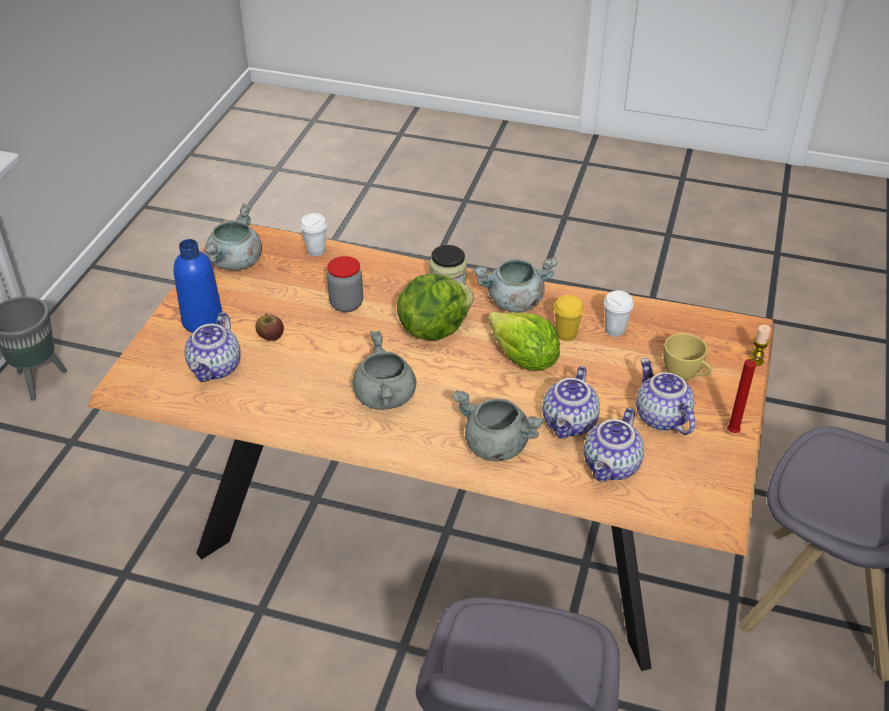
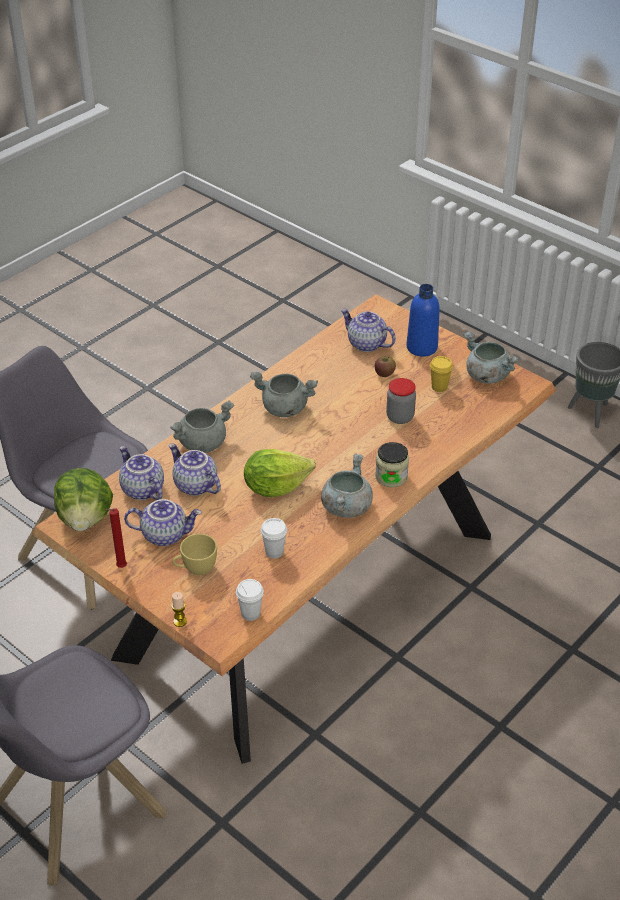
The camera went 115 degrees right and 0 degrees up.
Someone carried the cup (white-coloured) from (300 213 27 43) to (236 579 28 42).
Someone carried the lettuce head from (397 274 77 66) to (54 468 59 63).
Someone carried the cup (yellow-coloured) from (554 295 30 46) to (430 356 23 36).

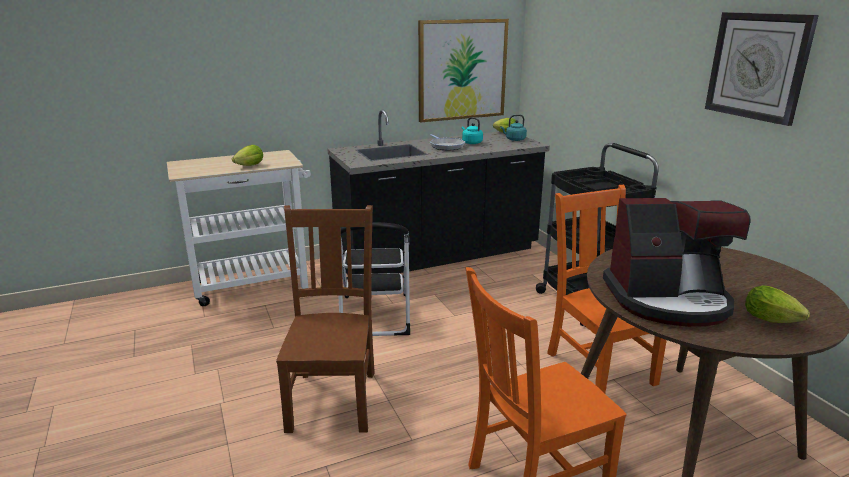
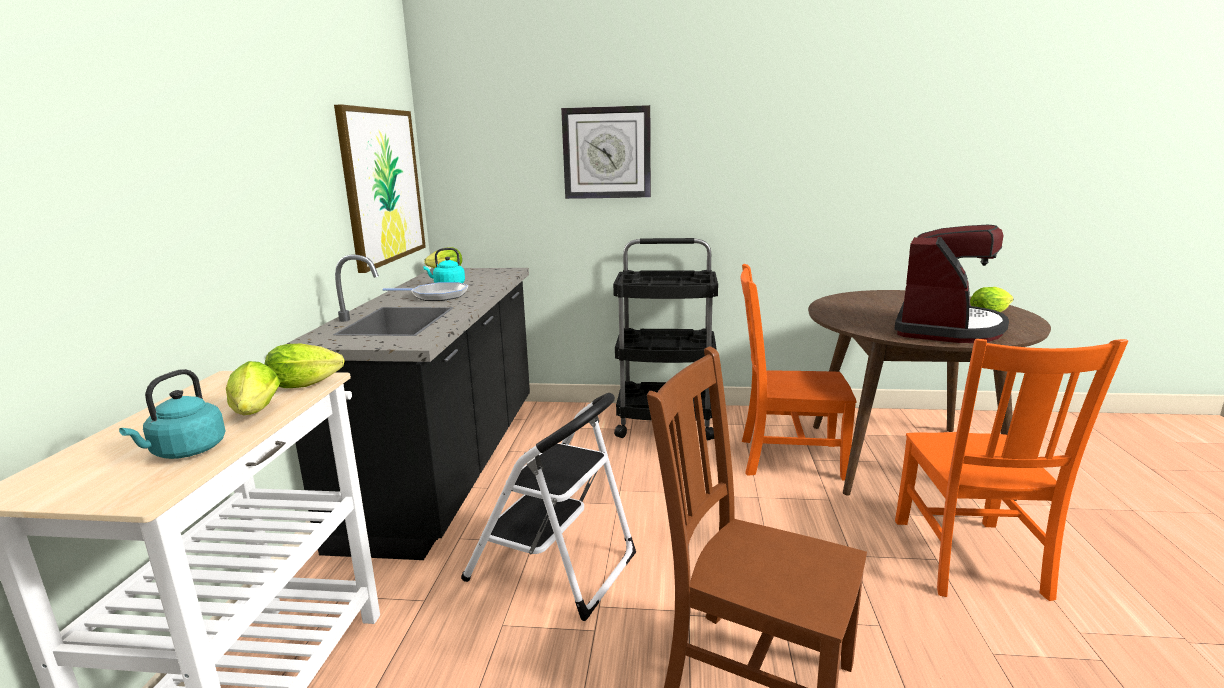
The camera went 60 degrees left and 5 degrees down.
Someone carried the kettle (turquoise) from (500 114 27 27) to (119 369 107 90).
Someone carried the wall clock from (705 12 114 114) to (561 105 90 94).
Someone put down the lettuce head at (265 344 80 44).

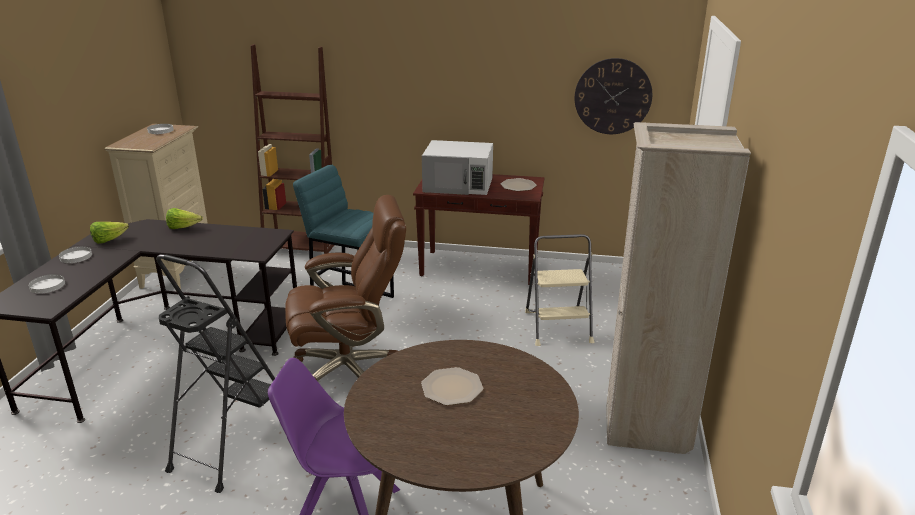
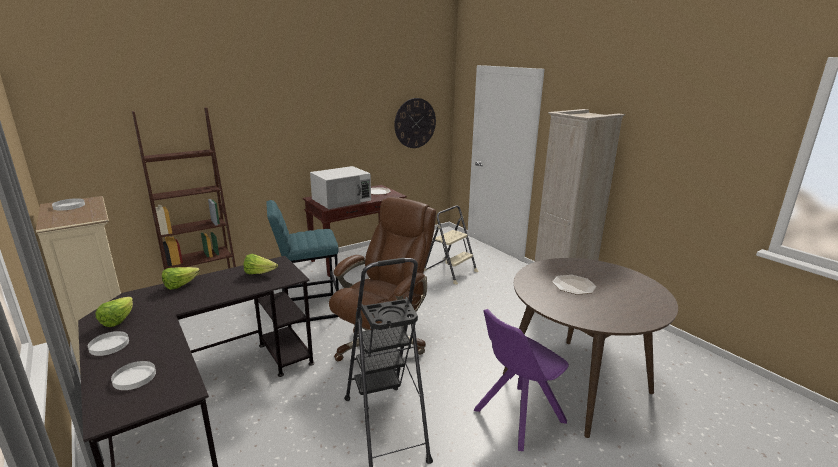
The camera went 45 degrees left and 5 degrees down.
Someone put down the lettuce head at (244 254 34 20).

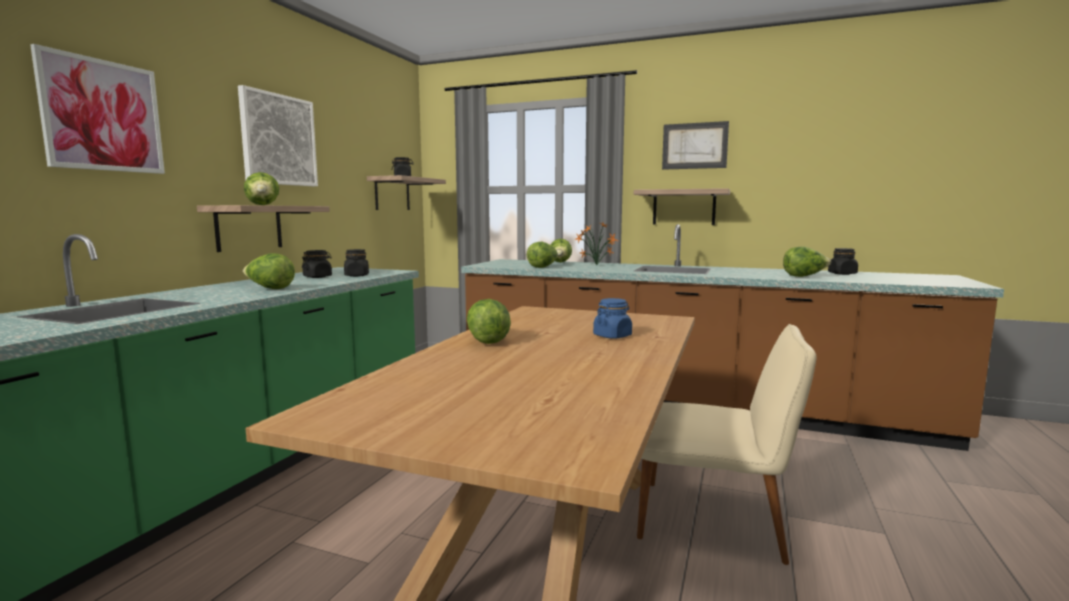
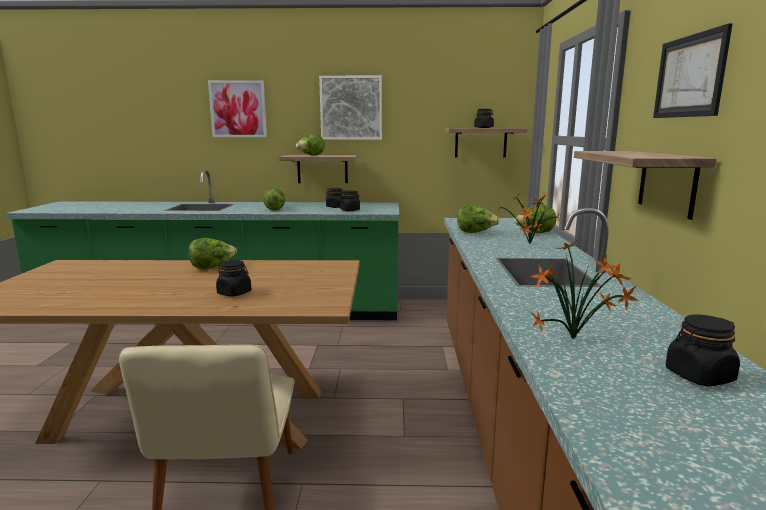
The camera went 70 degrees right and 5 degrees up.
Someone repainted the storage jar (blue-coloured) at (593 298 39 41), which became the storage jar (black-coloured) at (216 260 35 37).
Someone swapped the lettuce head at (783 246 48 31) for the houseplant at (530 241 109 98).

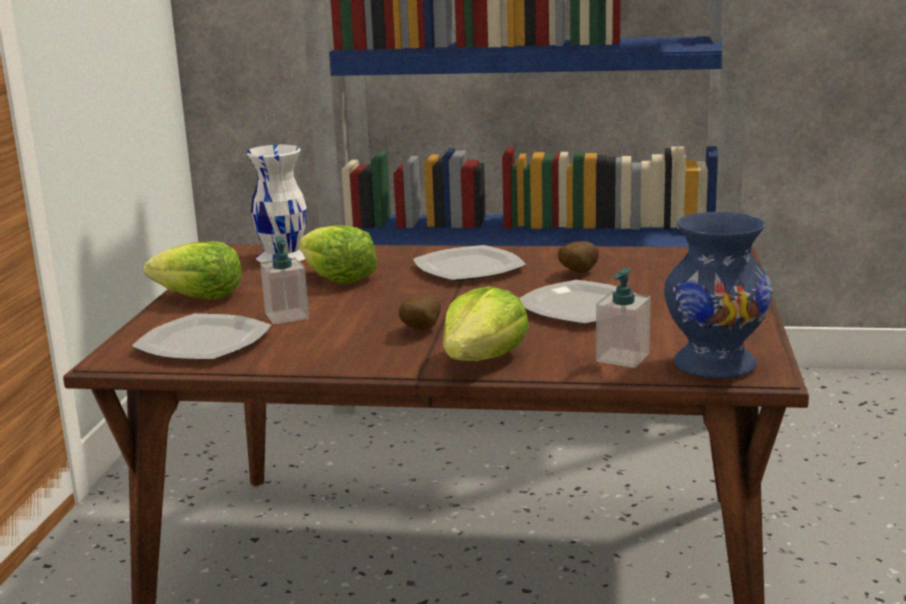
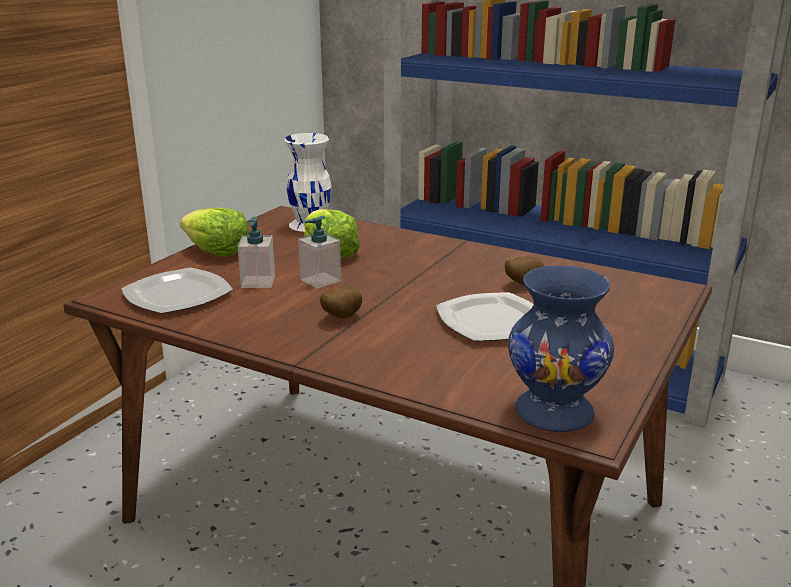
The camera went 20 degrees right and 5 degrees up.
Someone took away the flat dish at (413 245 113 36).
Someone took away the lettuce head at (443 286 86 75).
Someone carried the soap bottle from (596 268 55 100) to (298 216 43 73).

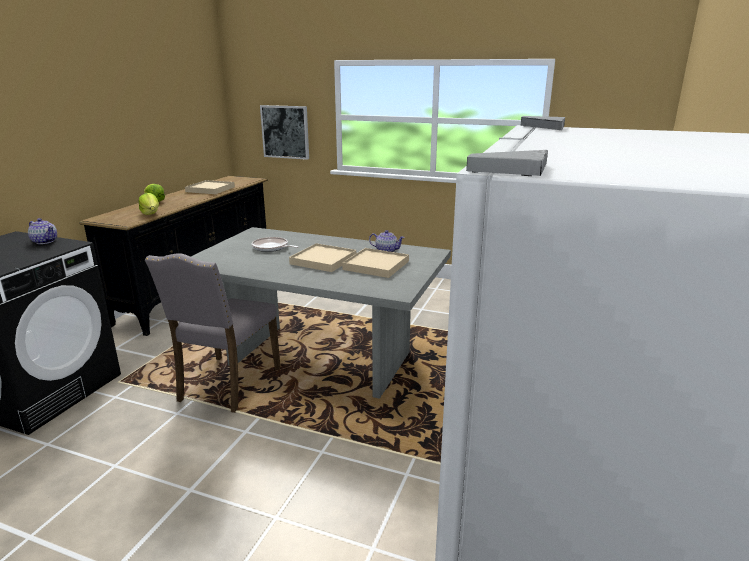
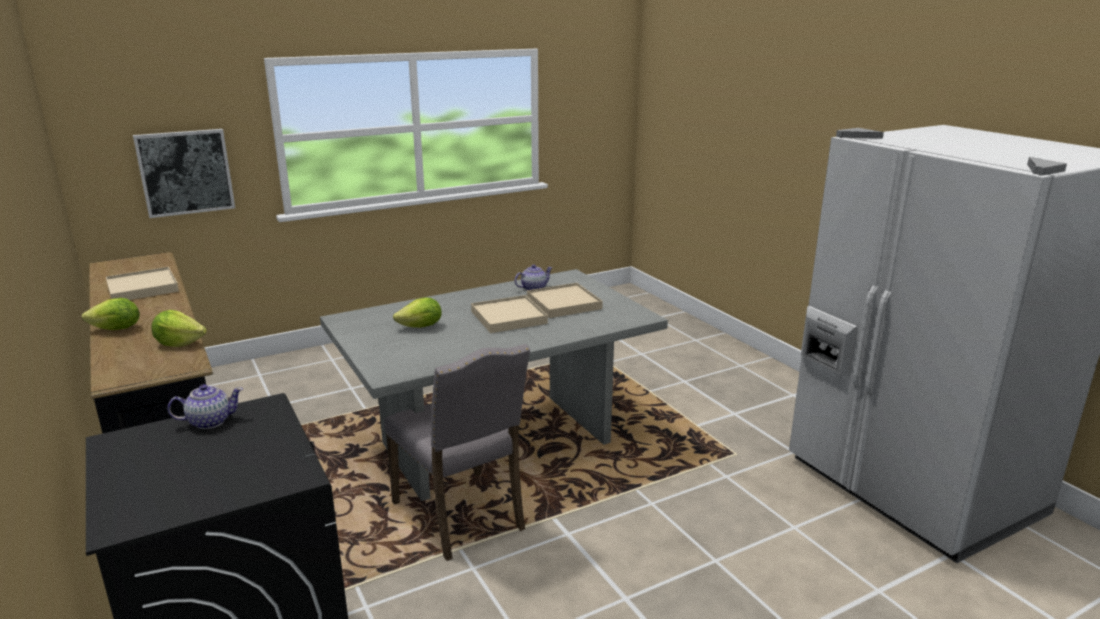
The camera went 50 degrees left and 0 degrees up.
Someone swapped the frying pan at (252 237 46 15) for the lettuce head at (393 298 49 30).

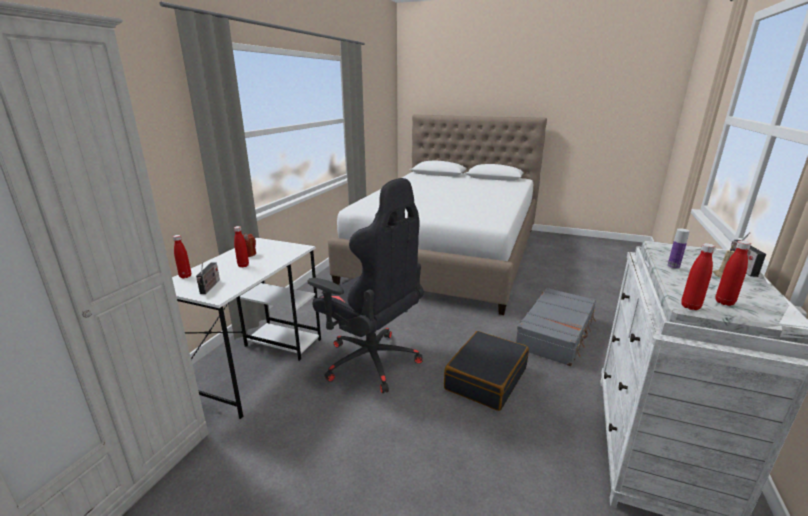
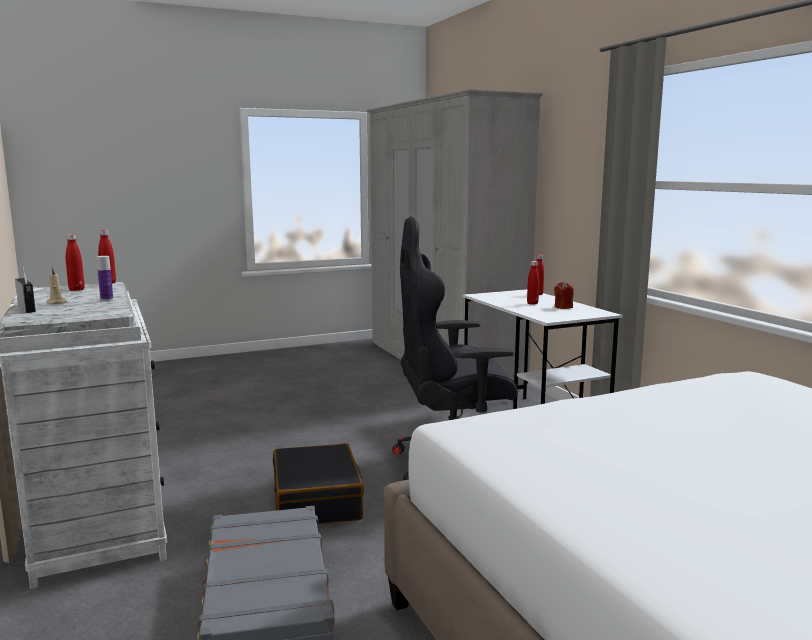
The camera went 135 degrees right and 10 degrees down.
Someone took away the radio set at (196 261 24 33).

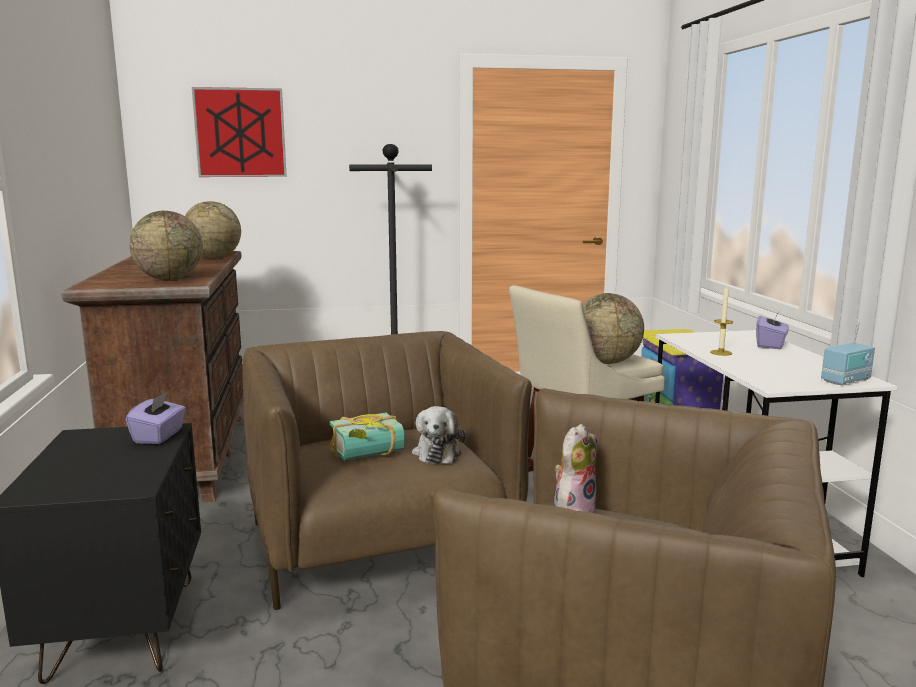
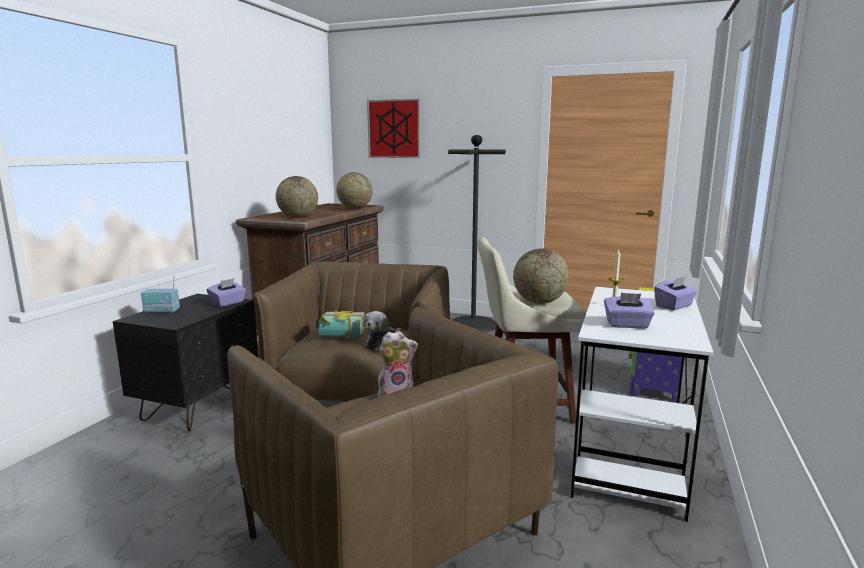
The camera went 30 degrees right and 0 degrees up.
Someone carried the radio set from (821 322 54 63) to (141 276 39 37).
Someone put down the tissue holder (purplish) at (604 293 51 36).

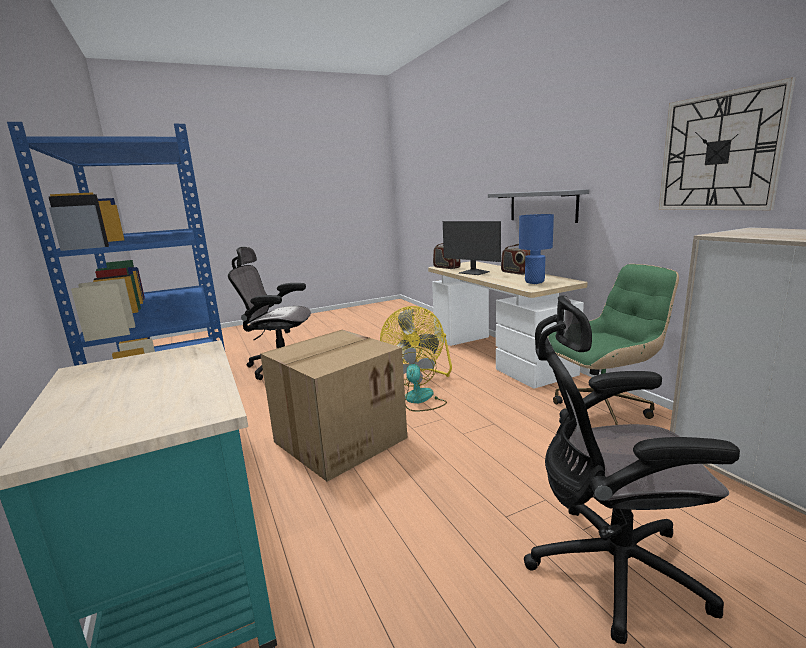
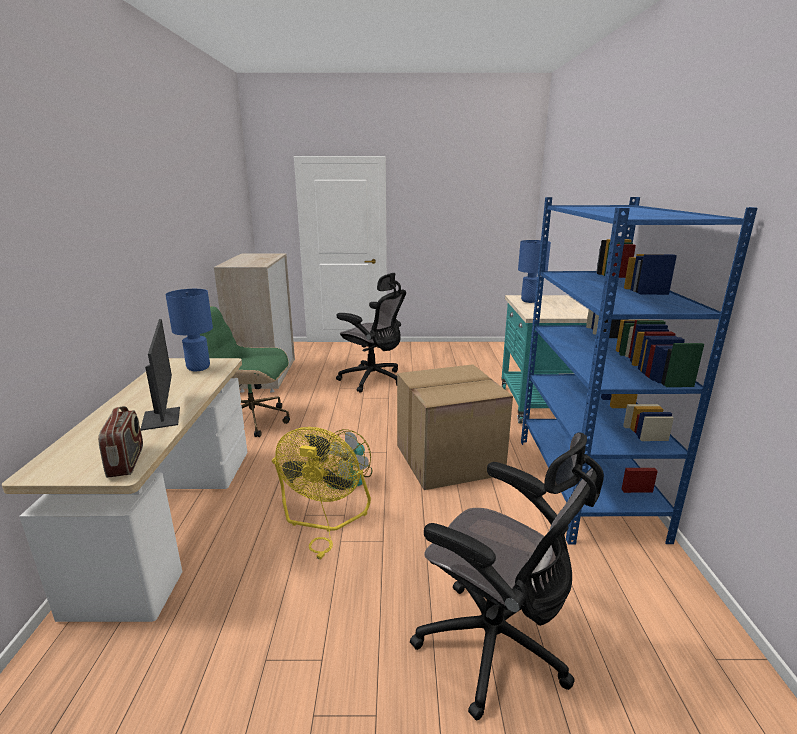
The camera went 155 degrees left and 5 degrees up.
Someone took away the wall shelf (gray) at (488 189 101 34).
Someone took away the radio set at (501 244 29 31).
Someone took away the wall clock at (659 77 137 133).
Someone put down the lamp for a table (blue-coloured) at (518 240 33 63).

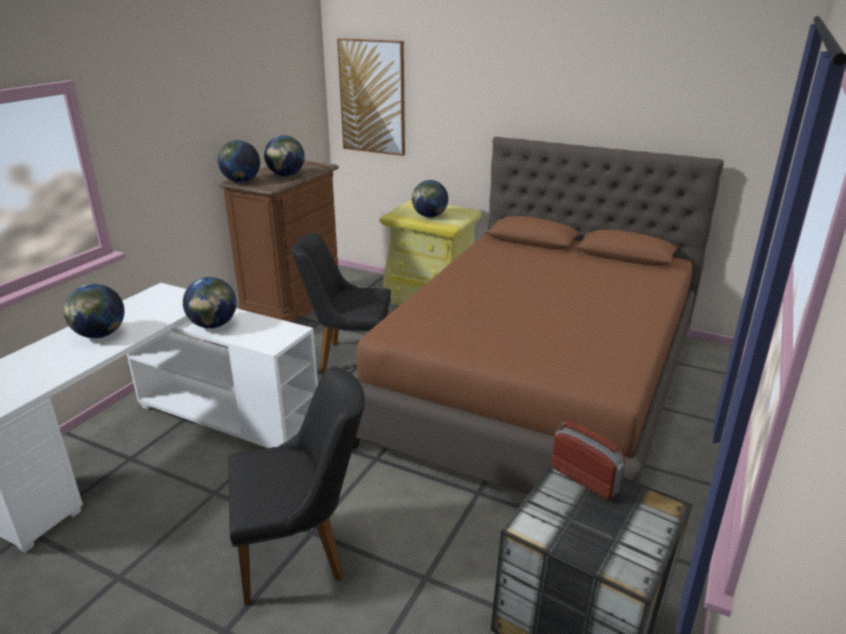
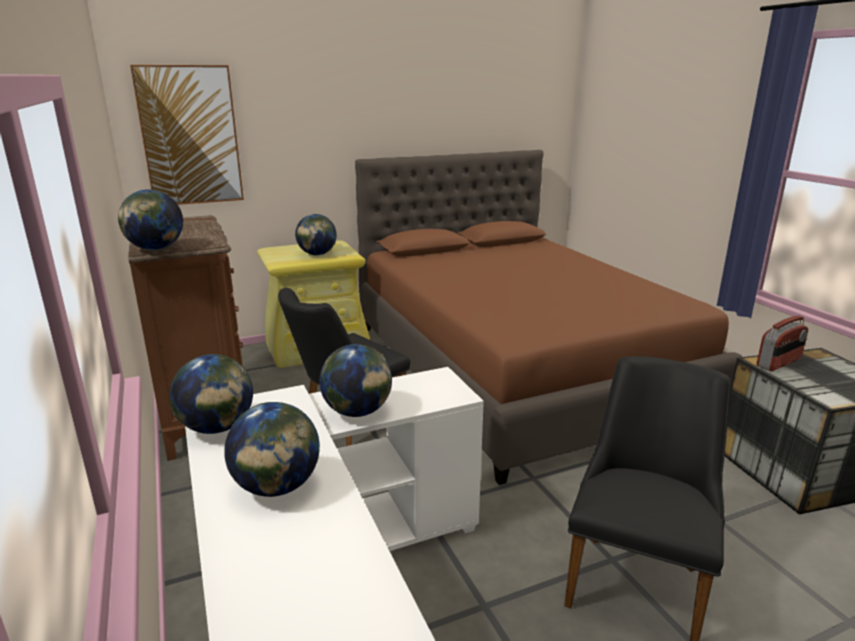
The camera went 50 degrees left and 5 degrees down.
Someone carried the desk globe from (264 135 41 42) to (170 354 83 80).
Someone rotated the radio set at (552 421 73 79) by 150 degrees clockwise.

